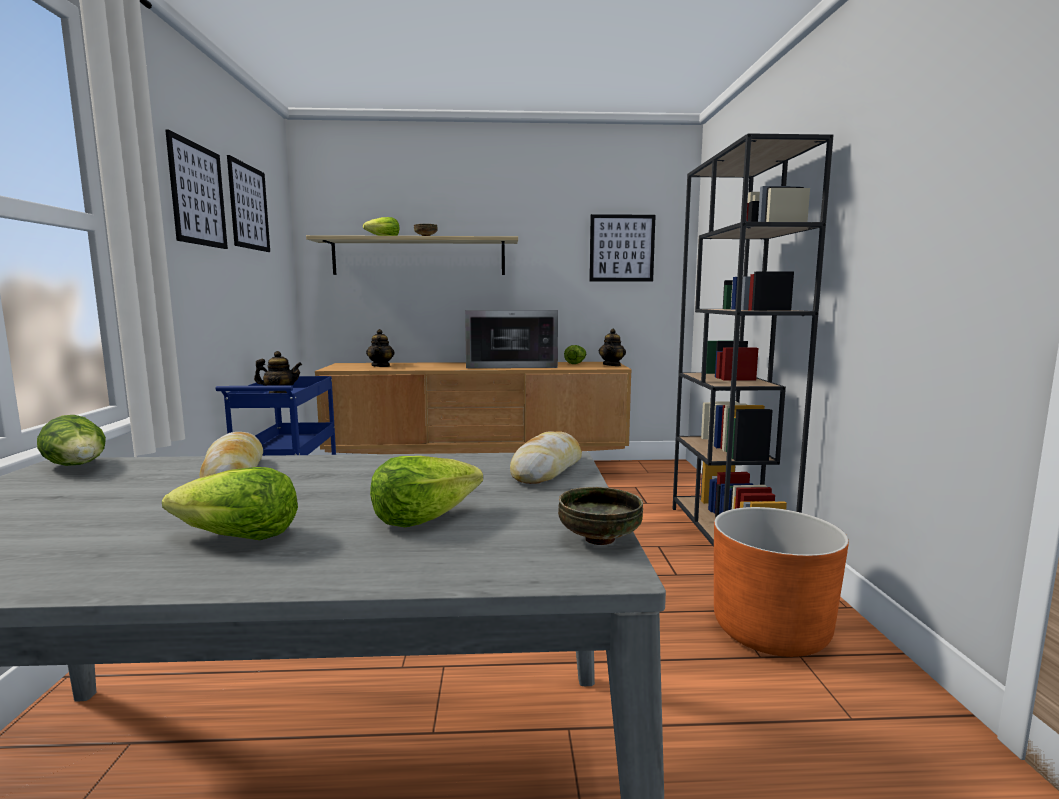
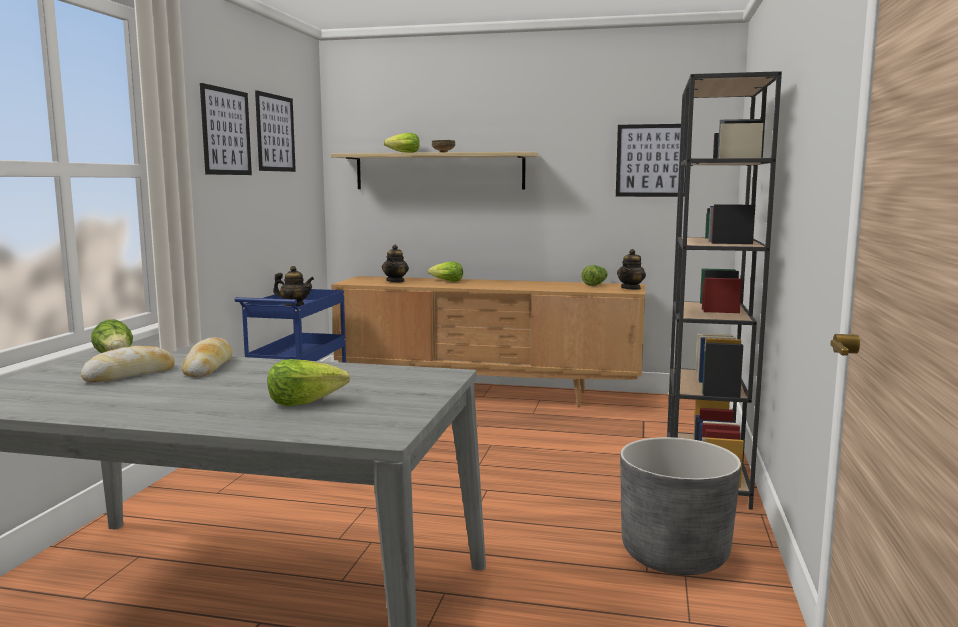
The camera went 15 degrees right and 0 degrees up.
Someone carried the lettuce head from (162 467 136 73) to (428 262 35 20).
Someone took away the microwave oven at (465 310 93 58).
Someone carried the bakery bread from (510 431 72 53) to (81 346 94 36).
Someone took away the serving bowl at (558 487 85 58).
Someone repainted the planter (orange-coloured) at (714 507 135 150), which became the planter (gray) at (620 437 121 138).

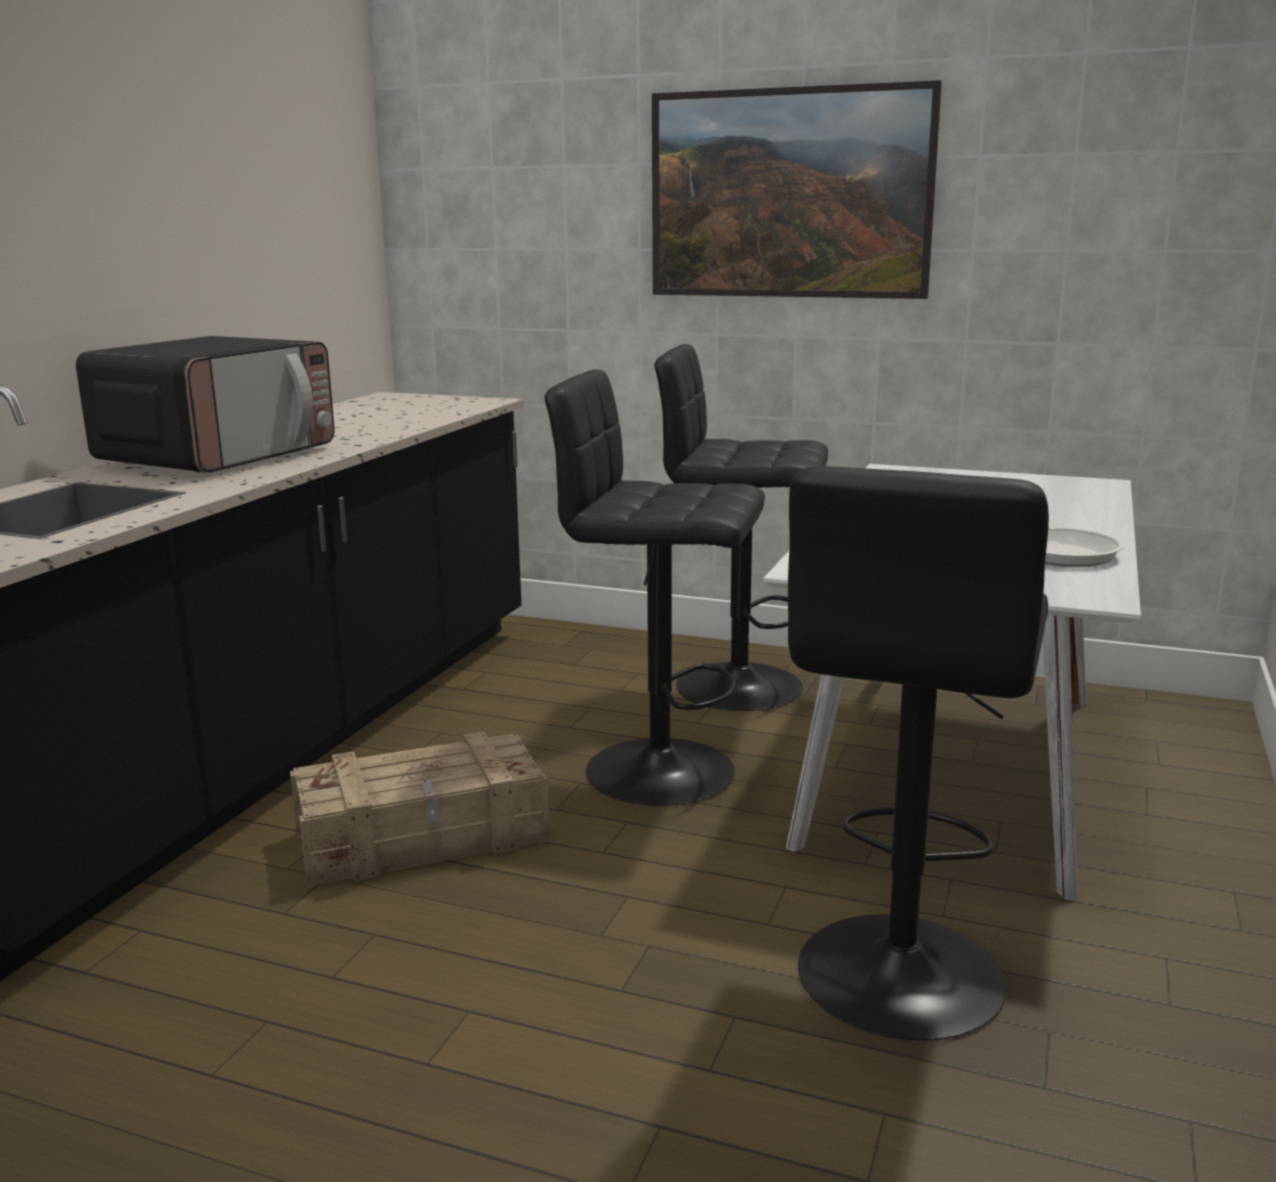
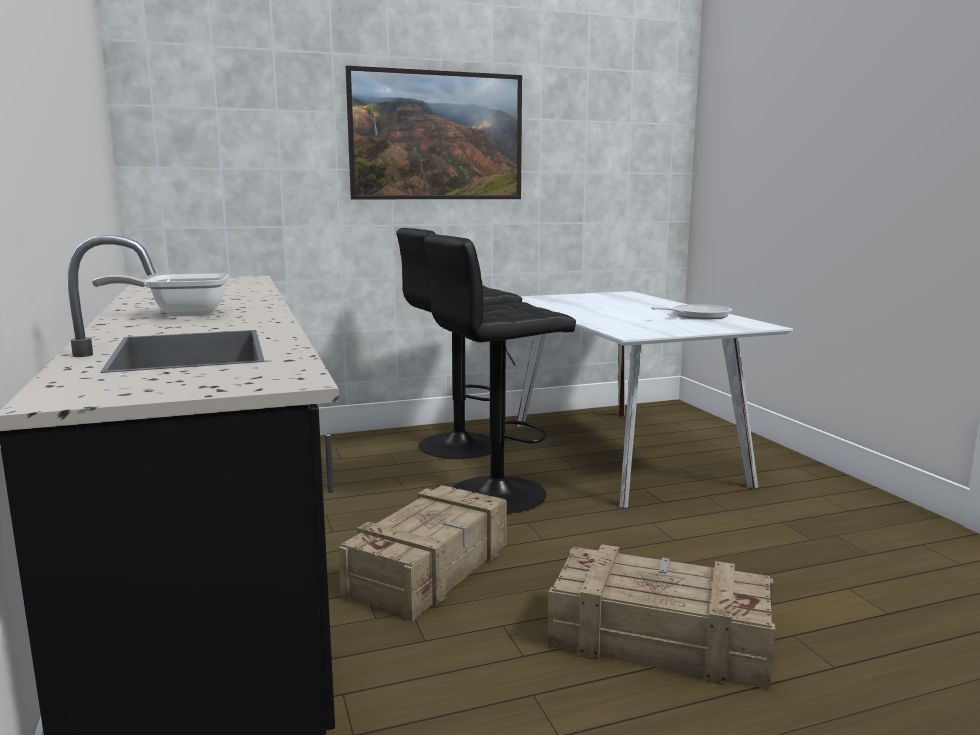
The camera went 40 degrees left and 5 degrees down.
Someone swapped the microwave oven at (76 336 259 137) for the frying pan at (92 274 137 43).
Someone took away the sitting stool (black-coloured) at (788 466 261 575).
Someone put down the crate at (547 544 228 146).

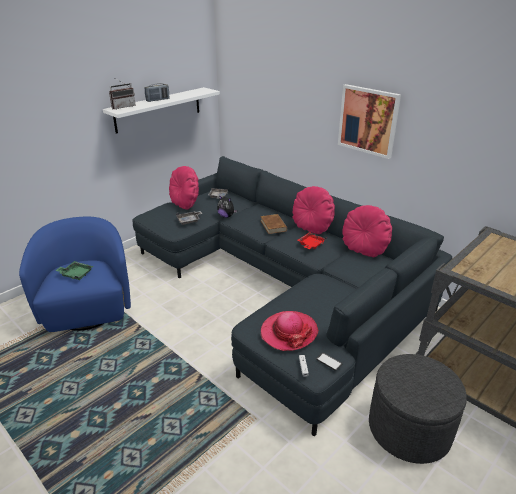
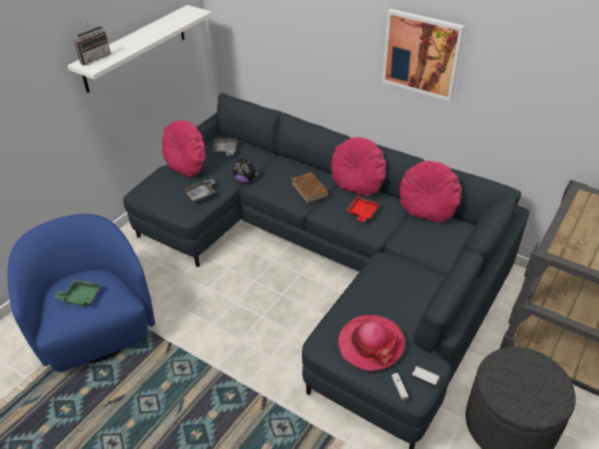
The camera went 10 degrees left and 10 degrees up.
Someone took away the radio set at (145 83 24 19).

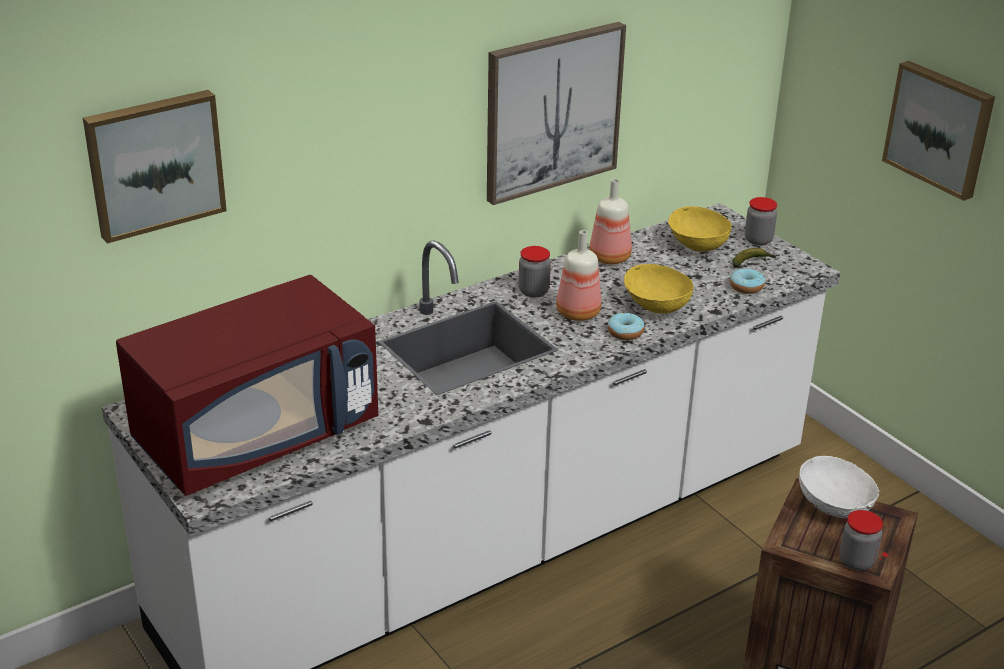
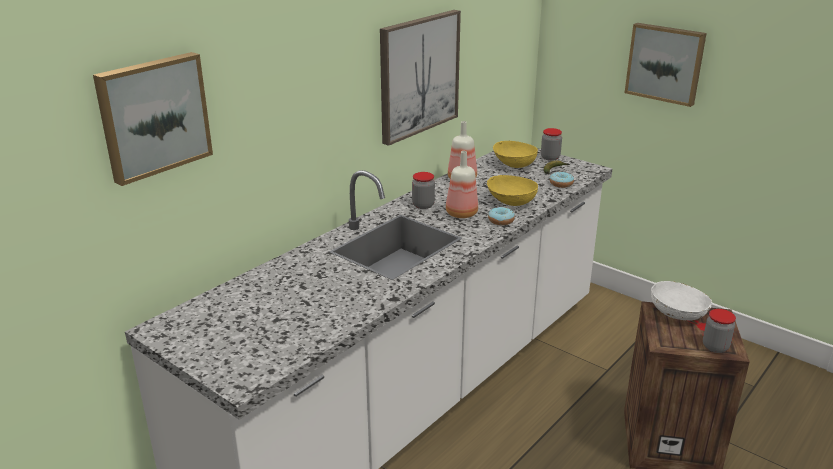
The camera went 15 degrees left and 5 degrees down.
Someone took away the microwave oven (reddish) at (116 275 262 221).

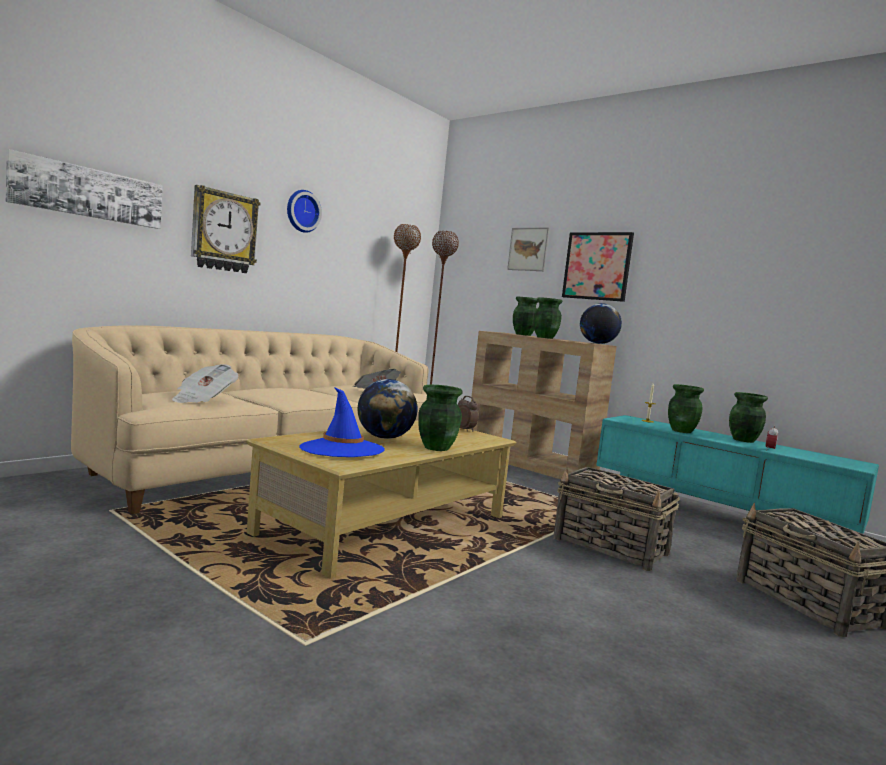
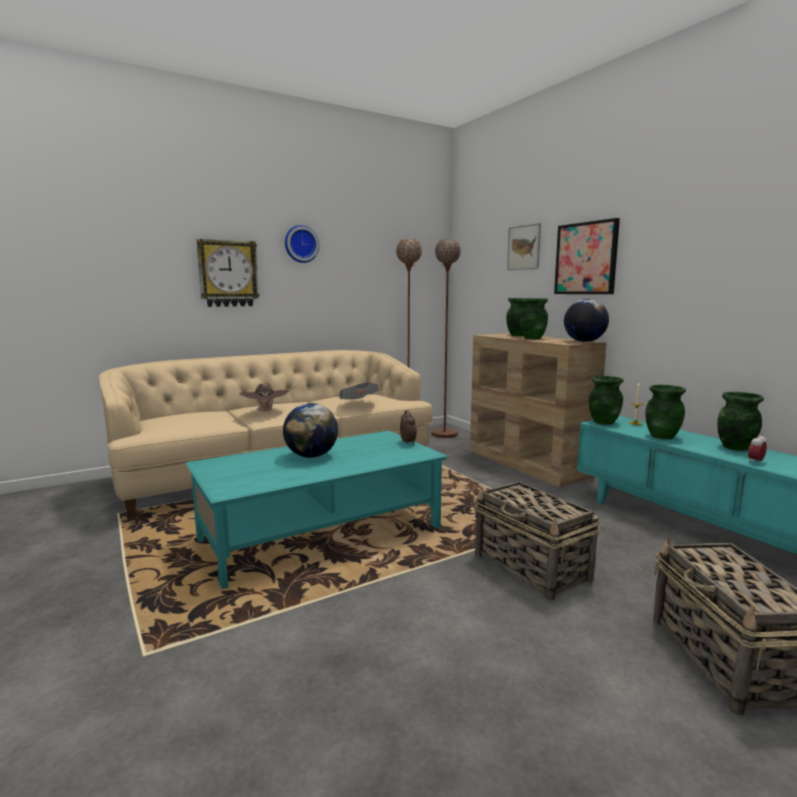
The camera went 20 degrees right and 5 degrees up.
Someone took away the picture at (6 149 157 80).
Someone took away the newspaper at (172 364 67 39).
Someone repainted the coffee table (beige) at (246 421 271 158), which became the coffee table (turquoise) at (185 430 263 159).
Someone took away the hat (blue-coloured) at (299 387 86 70).
Someone carried the decorative vase (green-coloured) from (418 385 45 66) to (589 376 34 49).
Someone put down the hat (brown-coloured) at (239 383 50 30).

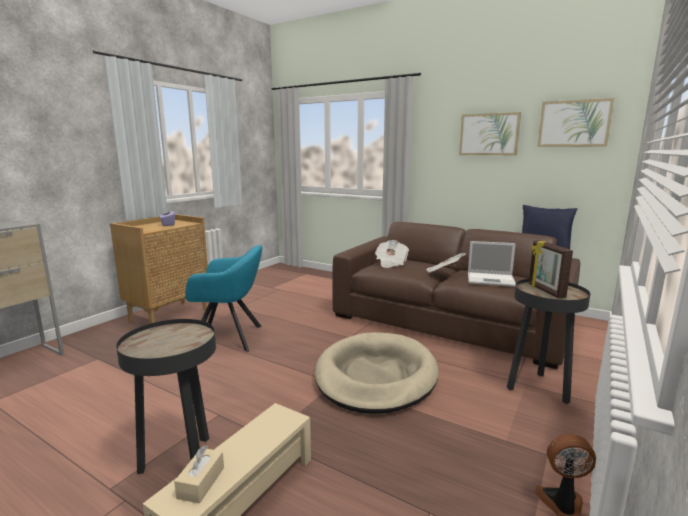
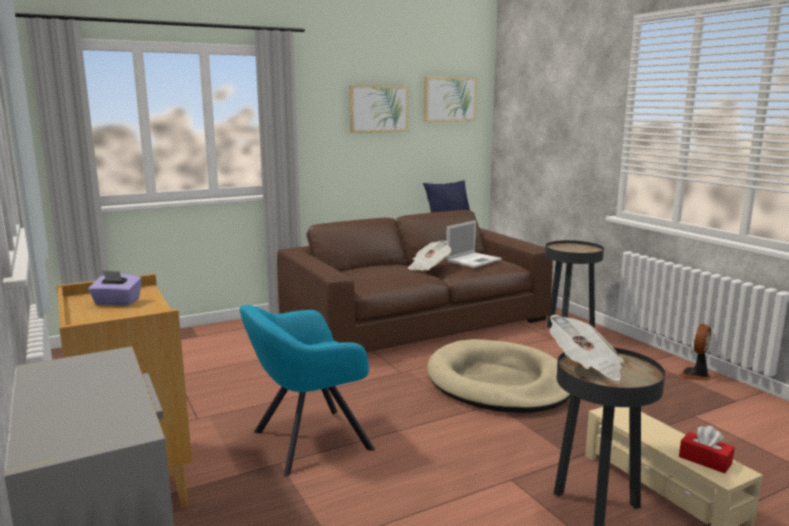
The camera went 60 degrees left and 0 degrees up.
Someone repainted the tissue holder (beige) at (174 445 50 59), which became the tissue holder (reddish) at (679 426 56 47).
Someone rotated the easy chair (turquoise) at (185 245 77 107) by 150 degrees counterclockwise.
Someone carried the newspaper from (375 240 34 28) to (549 315 75 66).
Someone took away the standing frame at (528 240 45 58).

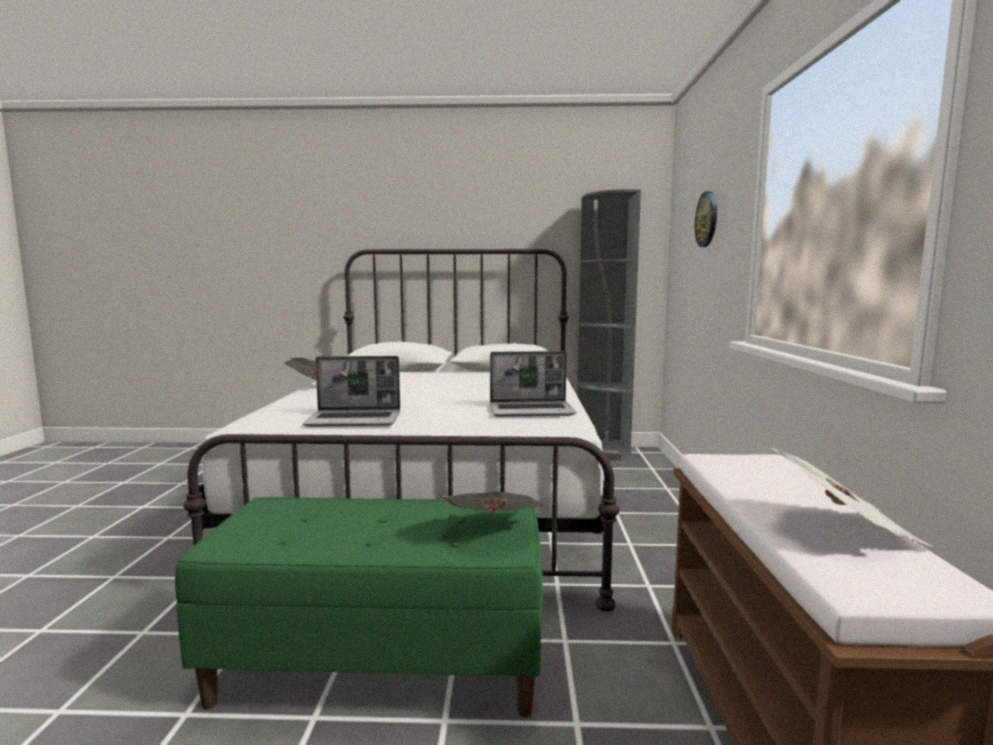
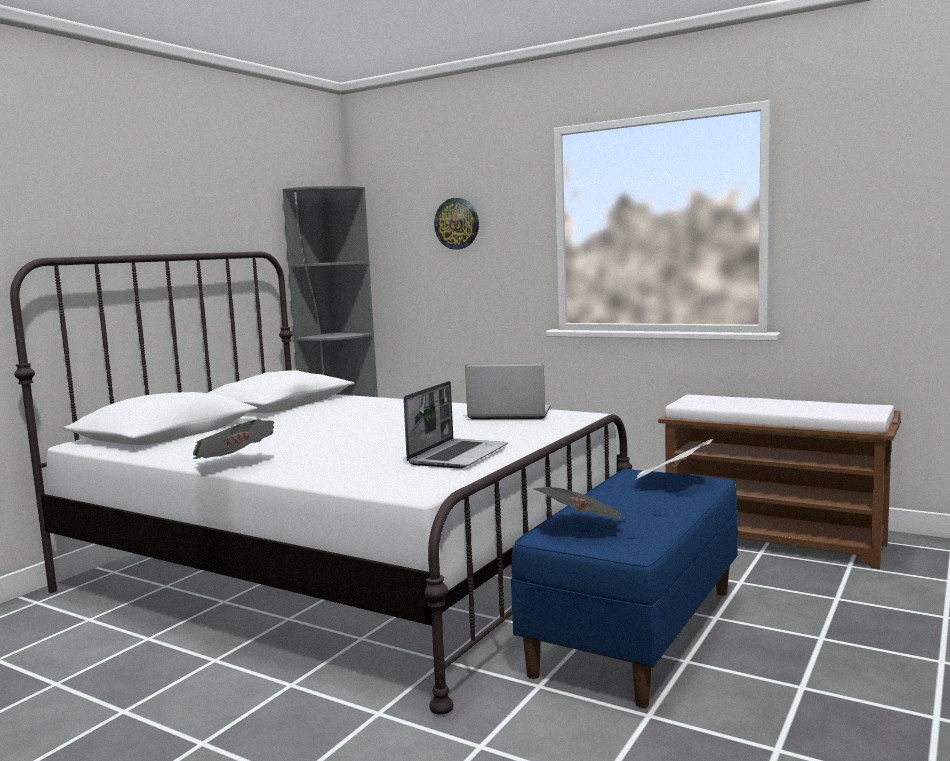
The camera went 60 degrees left and 0 degrees up.
Someone repainted the indoor bench (green-coloured) at (175 497 368 220), which became the indoor bench (blue-coloured) at (511 469 227 239).
Someone rotated the portable computer at (490 351 86 66) by 105 degrees counterclockwise.
Someone carried the newspaper from (770 448 164 99) to (533 487 90 31).

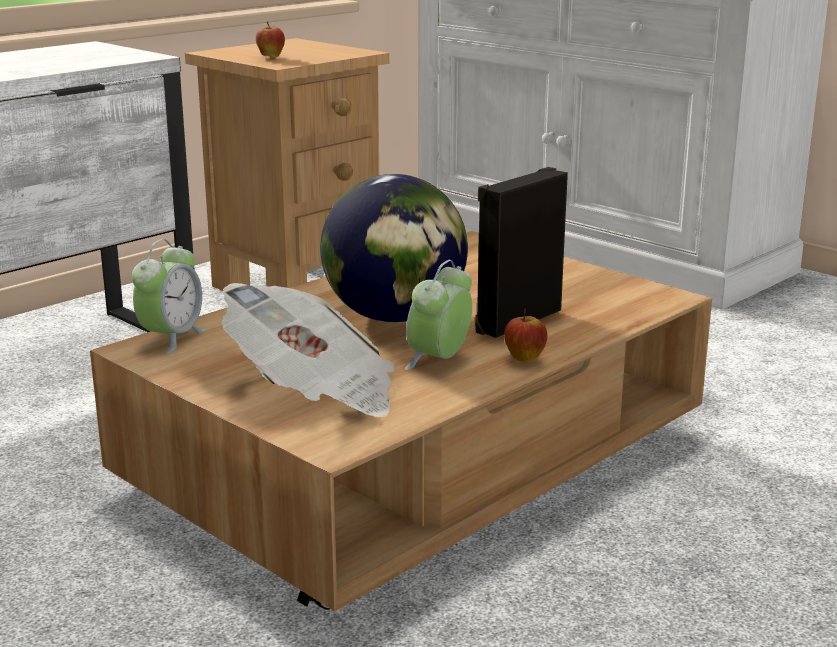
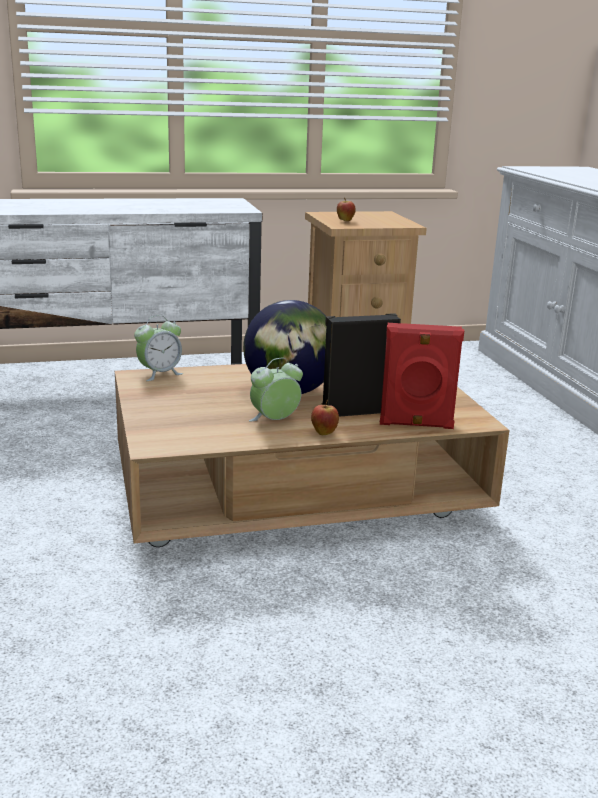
The camera went 30 degrees right and 0 degrees up.
Someone took away the newspaper at (221 283 174 134).
Someone put down the speaker (reddish) at (380 323 84 106).

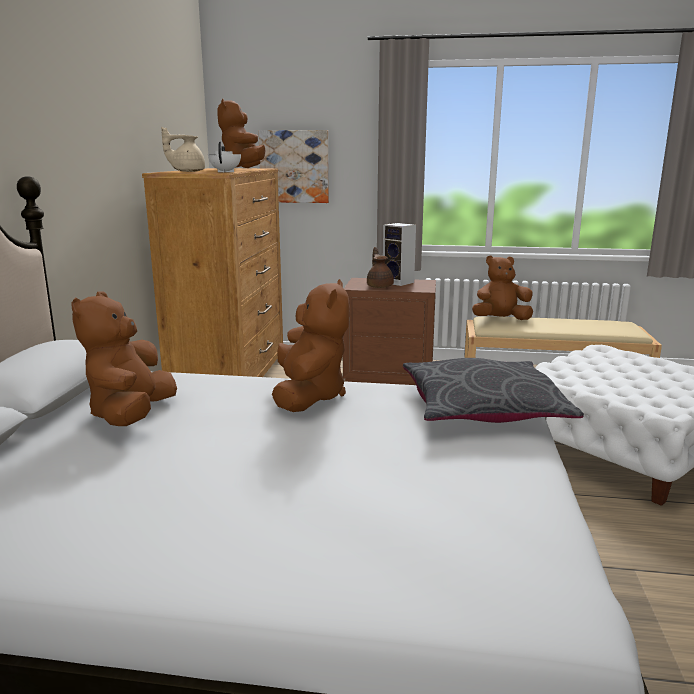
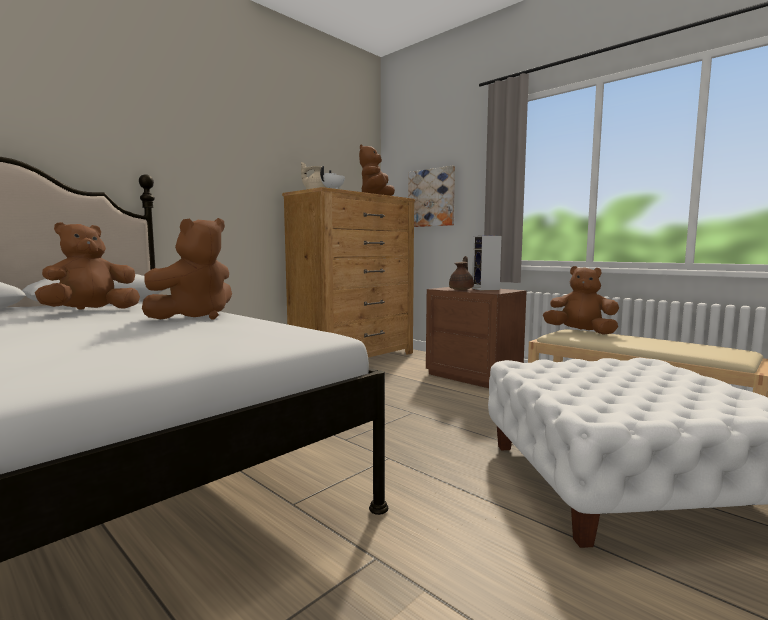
The camera went 35 degrees right and 10 degrees down.
Someone took away the throw pillow (gray) at (403 358 181 65).

